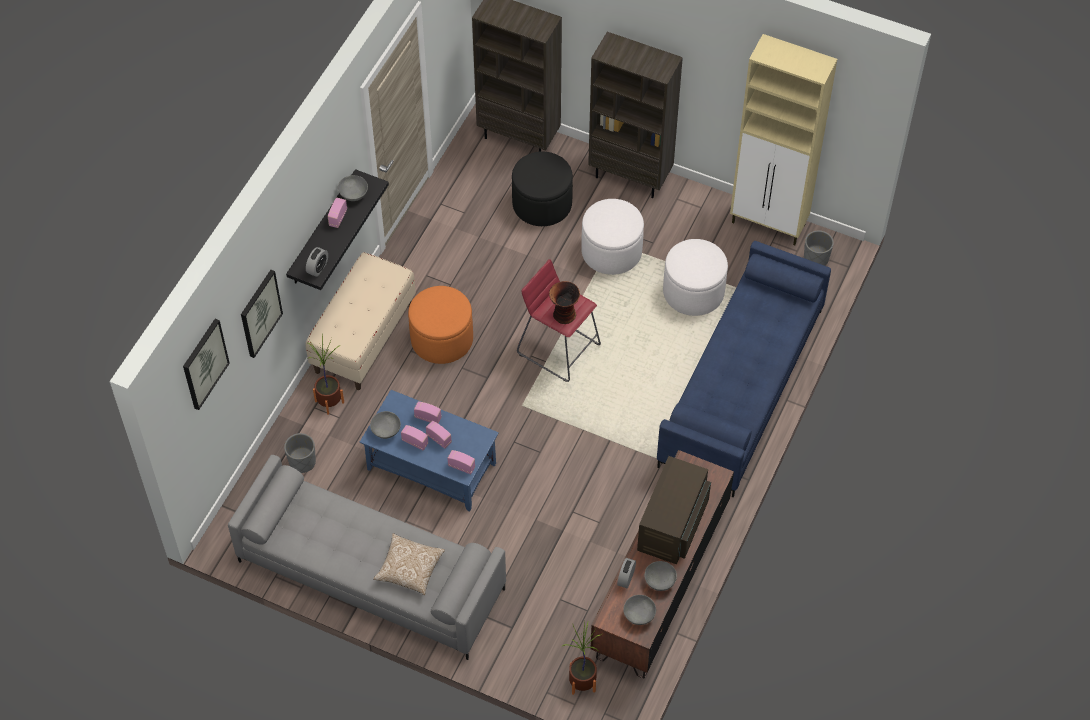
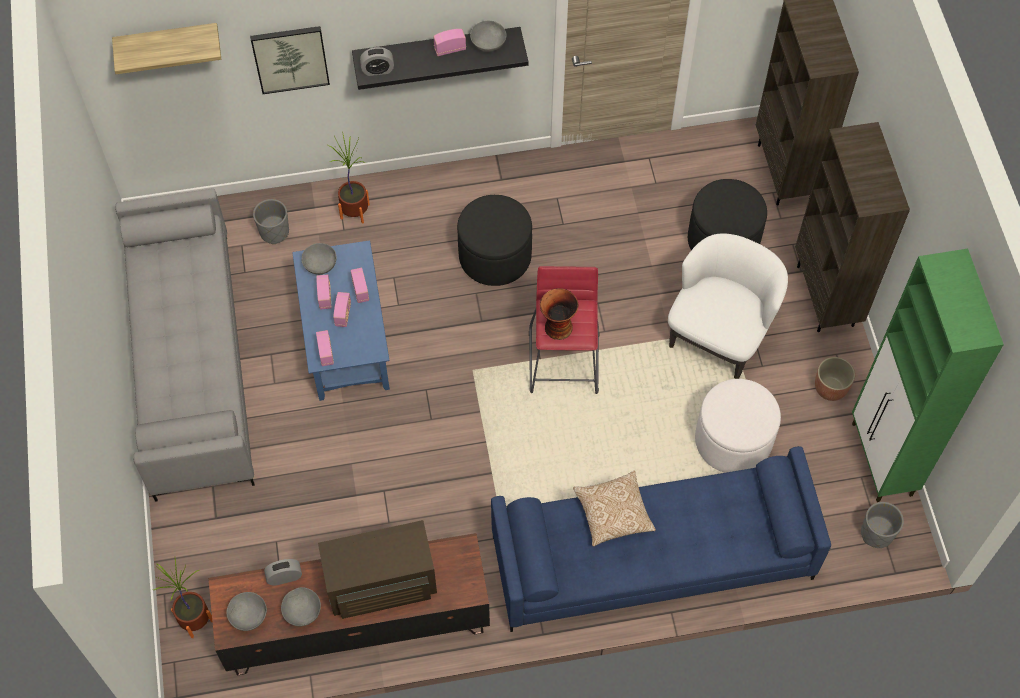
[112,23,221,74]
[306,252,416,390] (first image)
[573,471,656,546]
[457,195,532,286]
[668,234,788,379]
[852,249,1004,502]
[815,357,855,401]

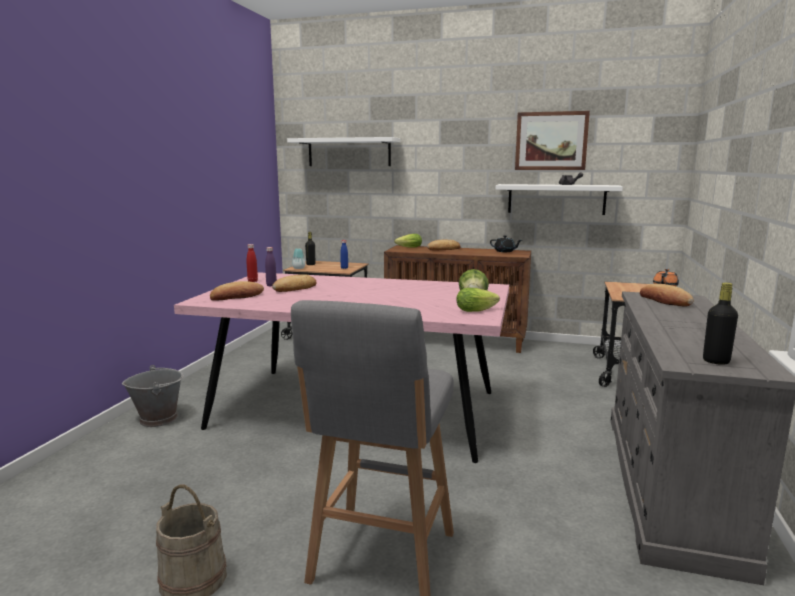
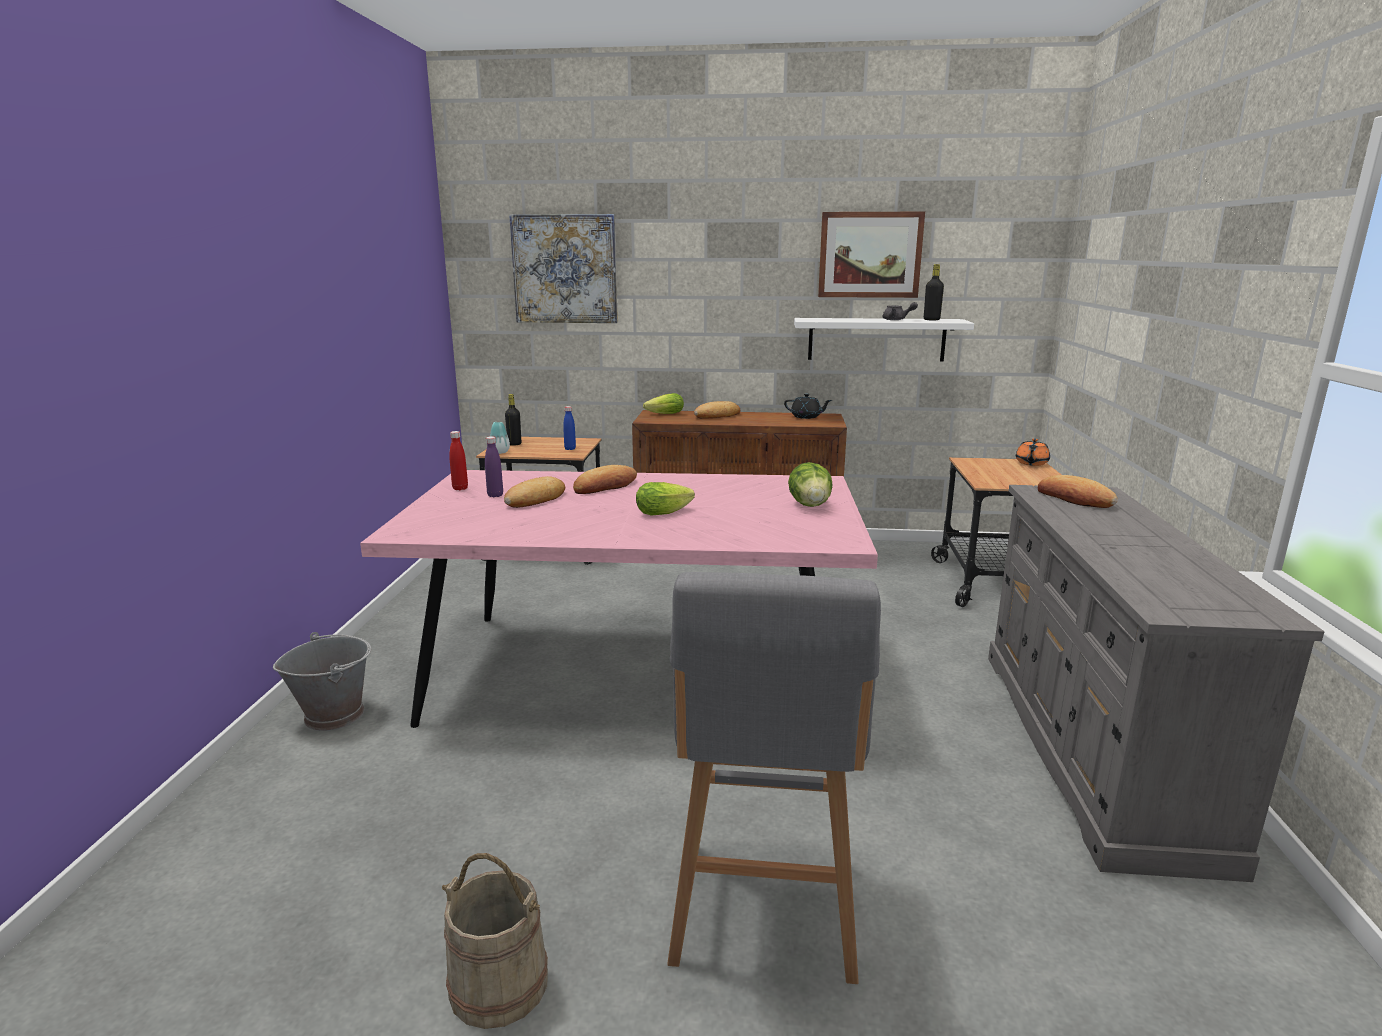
[573,465,637,494]
[509,214,618,323]
[636,482,695,516]
[924,264,944,320]

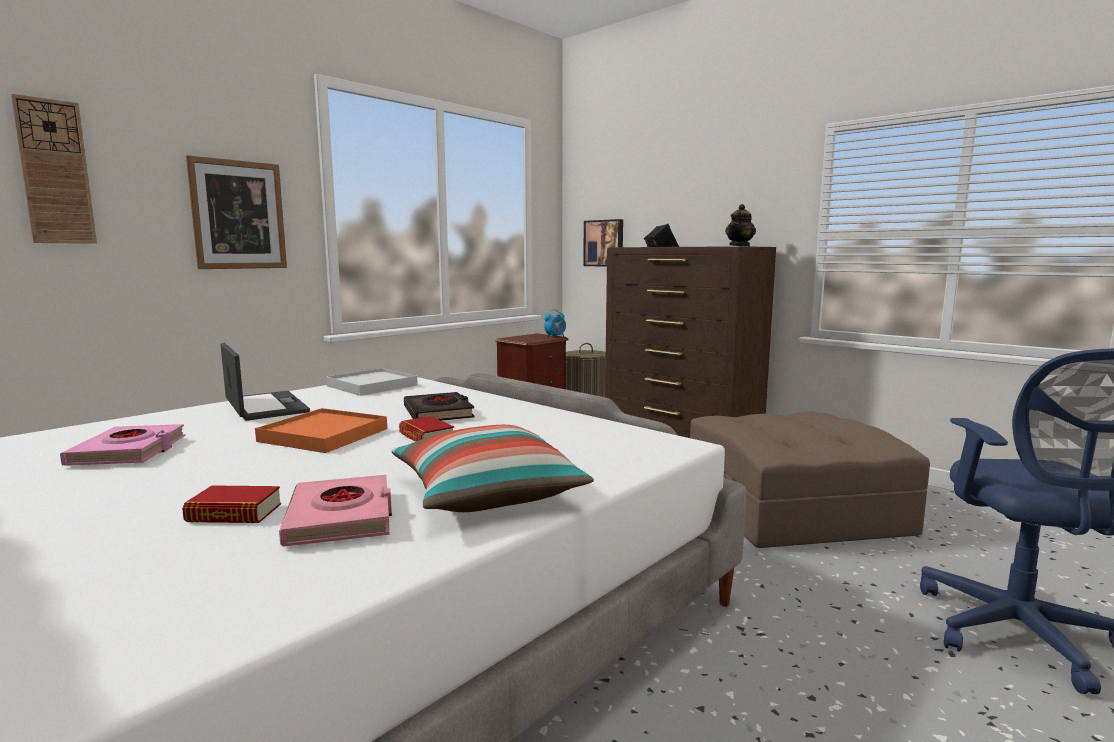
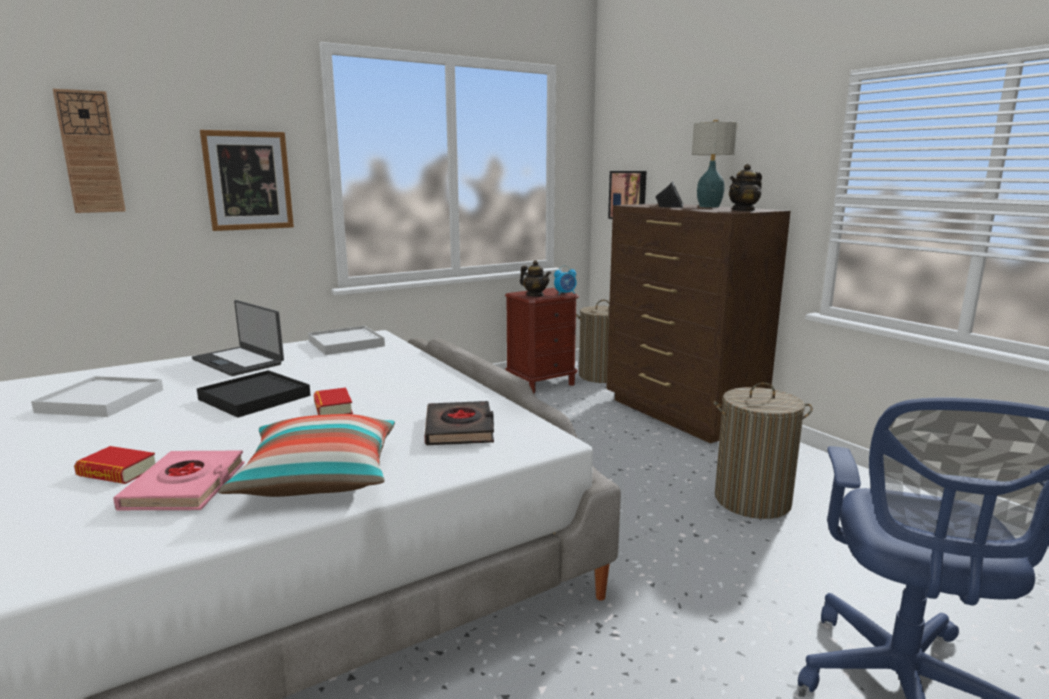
[31,376,163,417]
[192,300,284,376]
[197,370,311,418]
[425,401,494,445]
[713,382,813,519]
[520,260,551,297]
[692,120,738,208]

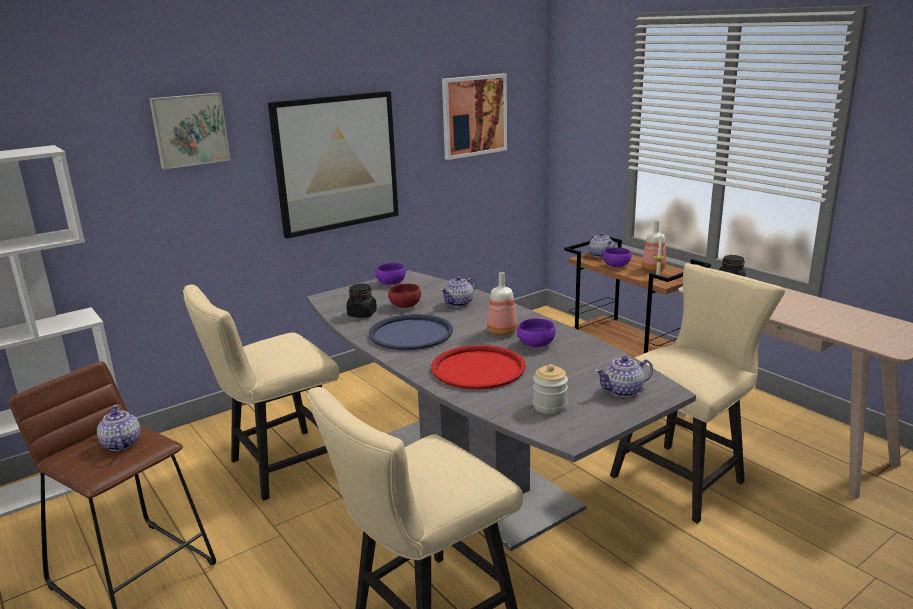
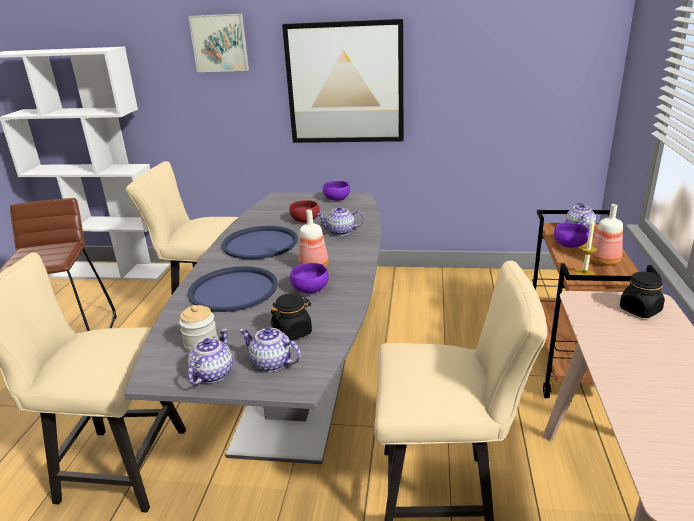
[188,329,233,385]
[270,293,312,341]
[188,266,278,312]
[442,73,507,160] (first image)

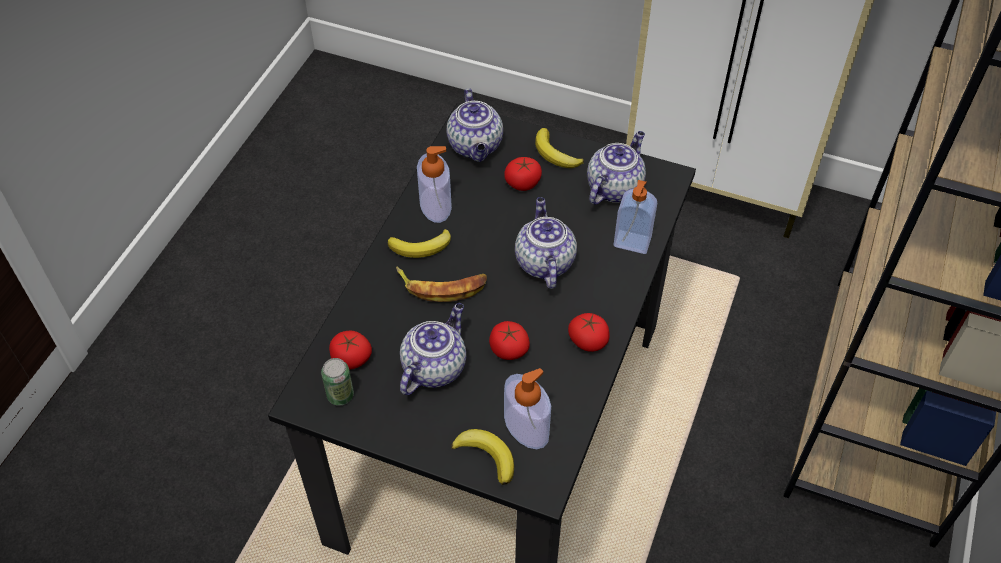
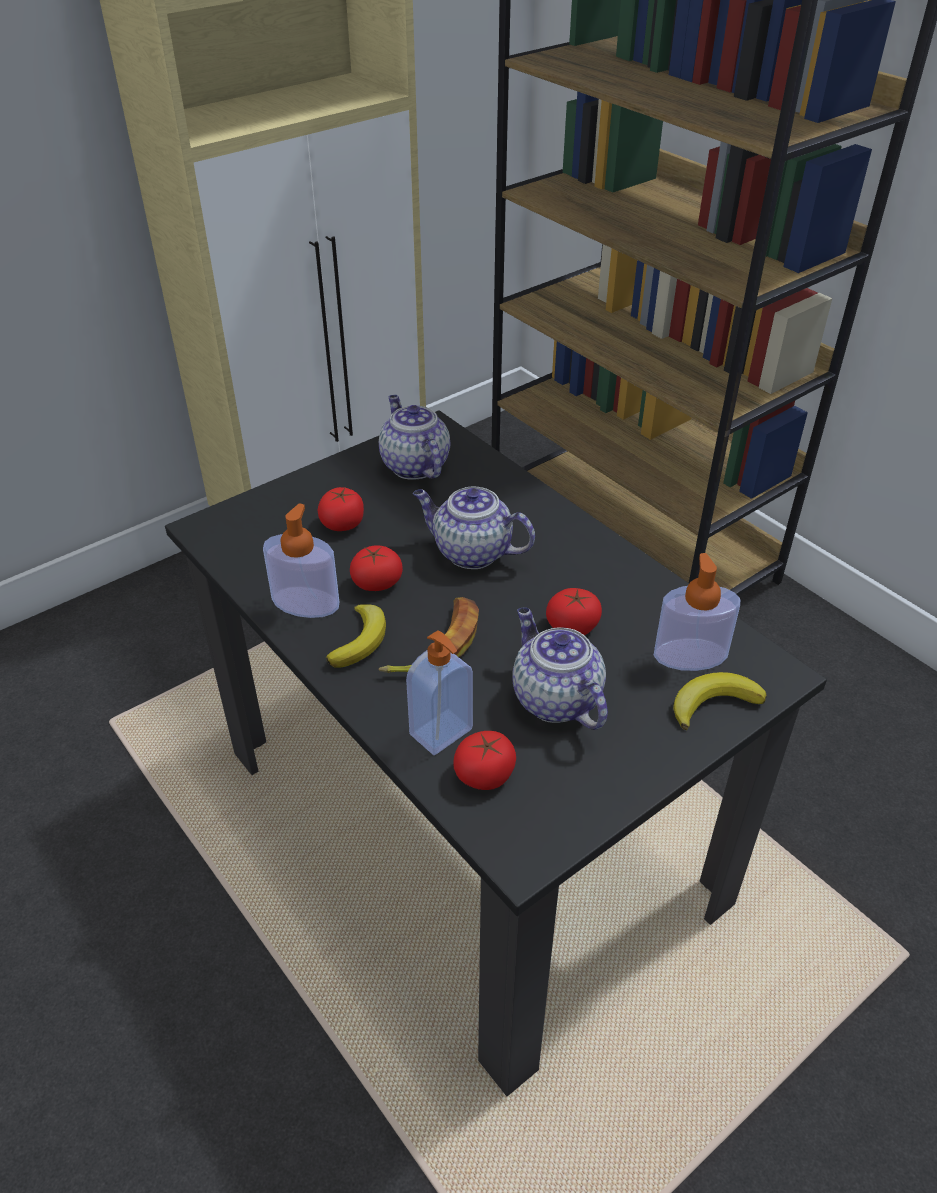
[321,358,354,406] (first image)
[447,88,503,162] (first image)
[535,128,584,168] (first image)
[350,545,403,591]
[406,630,473,755]

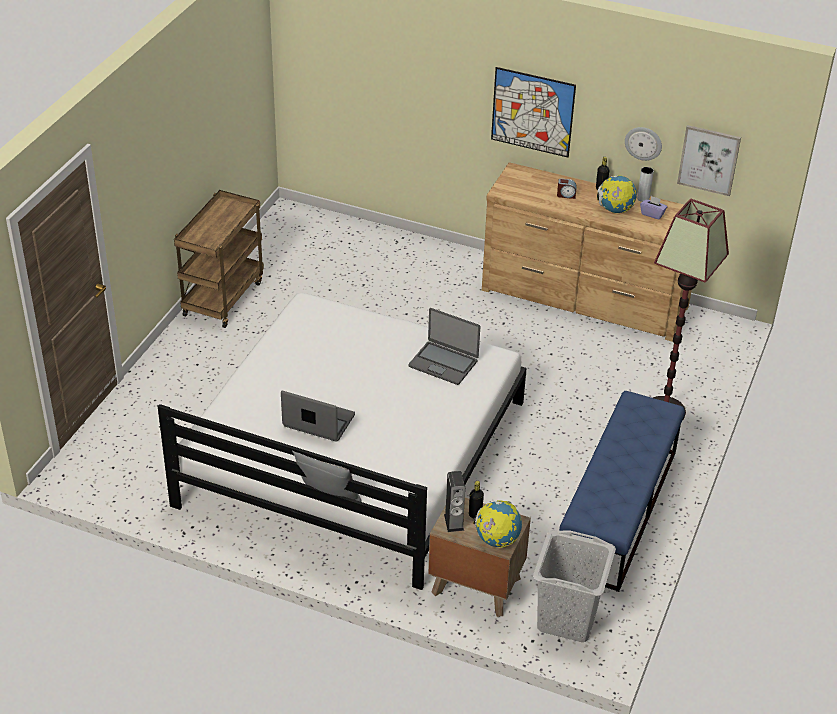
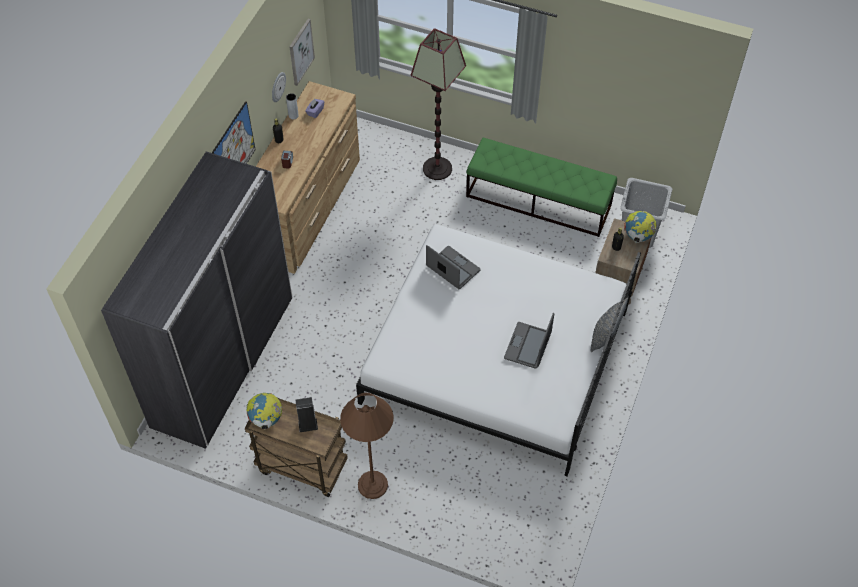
[426,245,481,289]
[295,397,318,432]
[466,138,617,237]
[246,393,282,429]
[101,151,293,449]
[340,393,394,499]

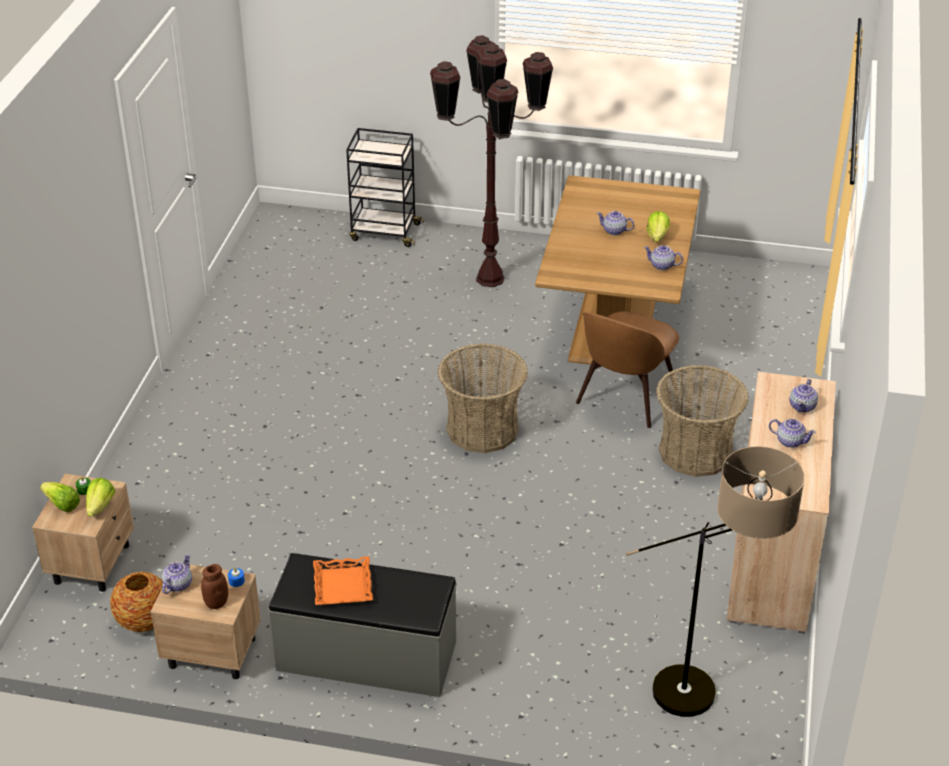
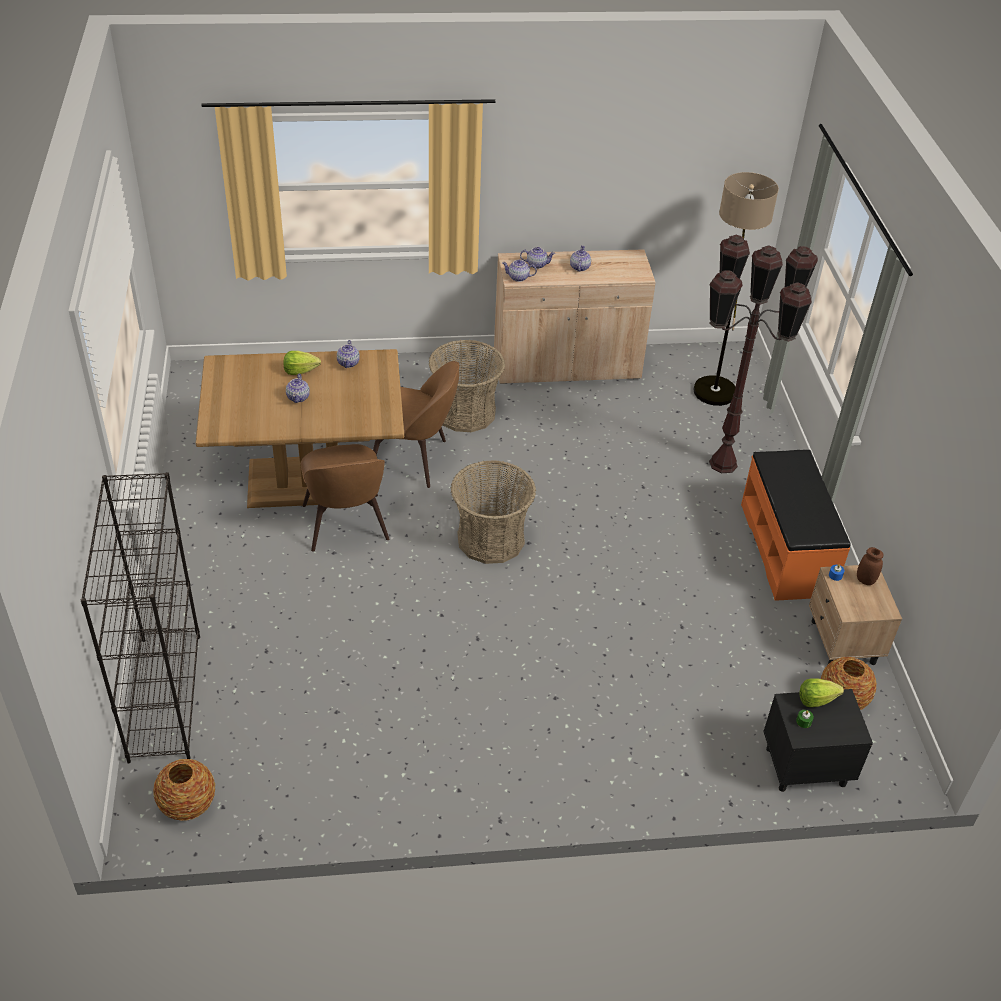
[763,689,873,792]
[40,482,80,512] (first image)
[502,259,537,282]
[741,449,851,601]
[313,556,373,605] (first image)
[81,472,200,764]
[709,235,818,473]
[153,759,215,821]
[301,444,389,551]

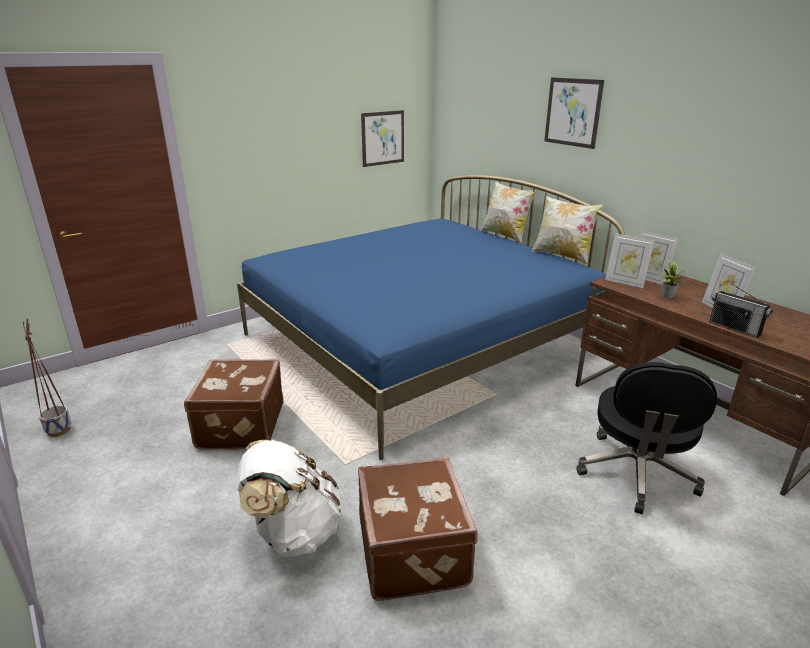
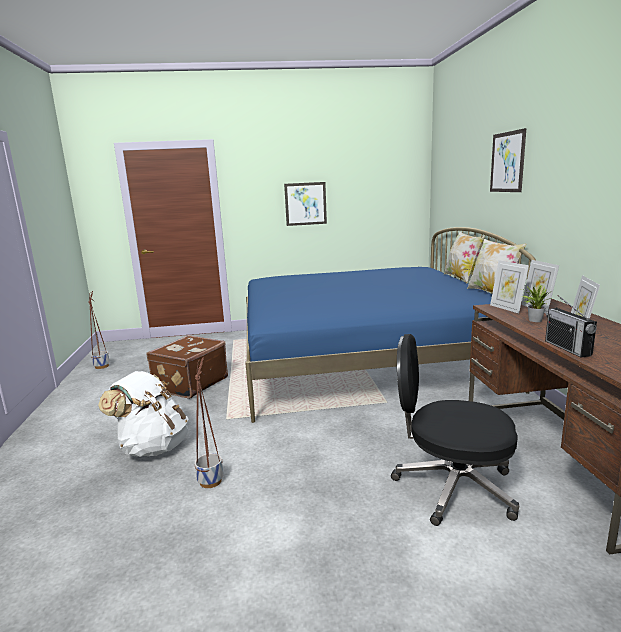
[195,357,223,488]
[284,182,327,226]
[391,334,519,526]

